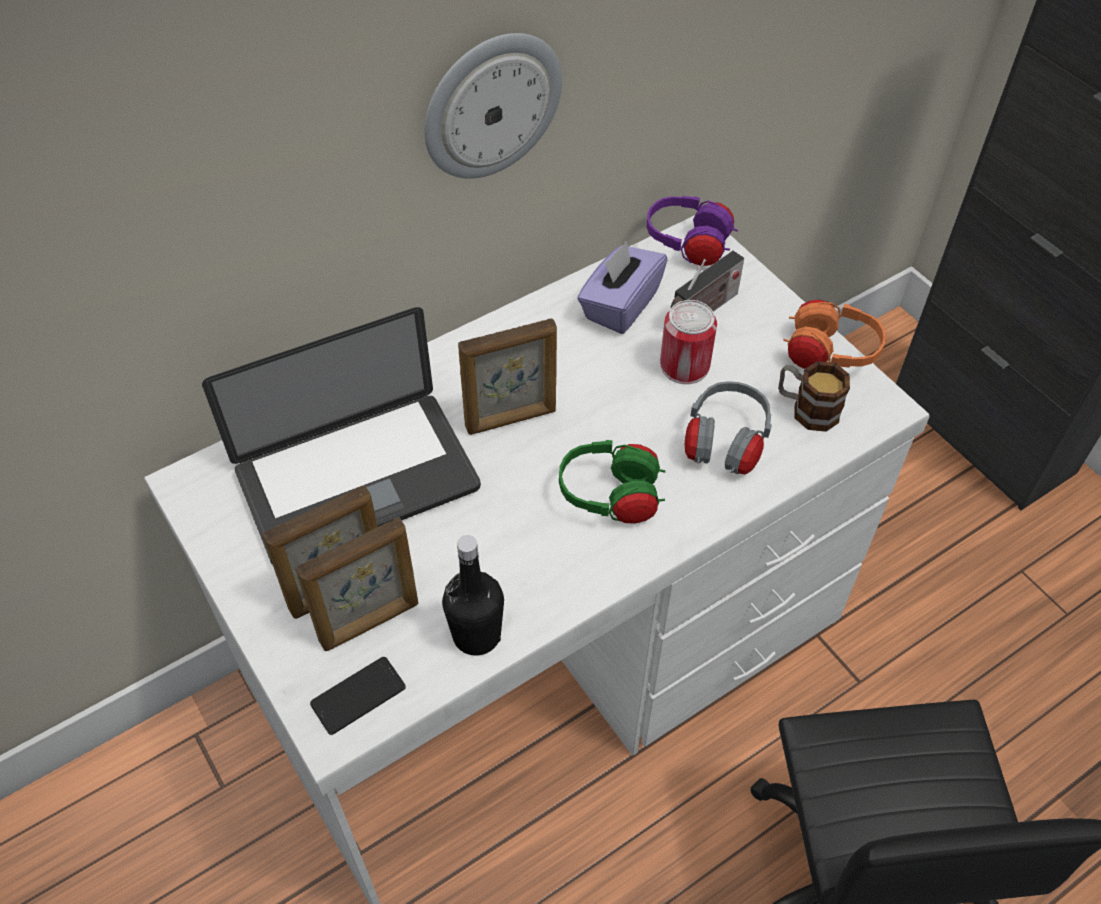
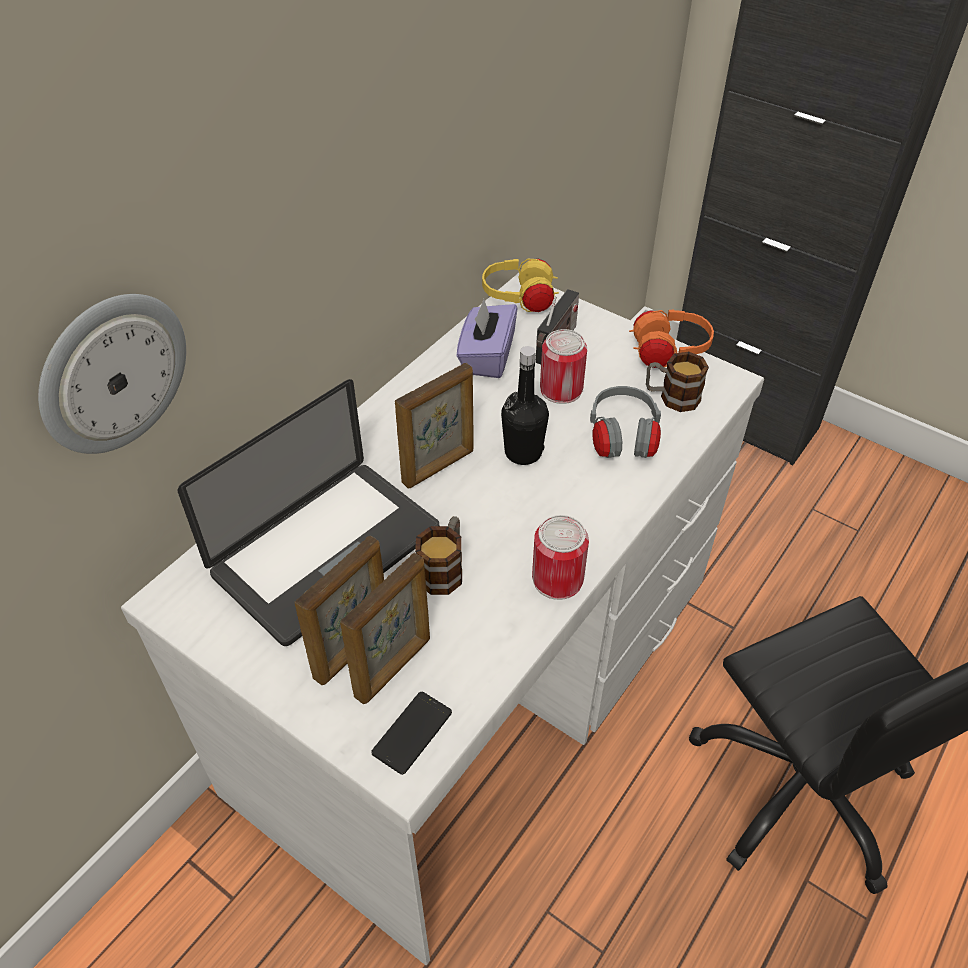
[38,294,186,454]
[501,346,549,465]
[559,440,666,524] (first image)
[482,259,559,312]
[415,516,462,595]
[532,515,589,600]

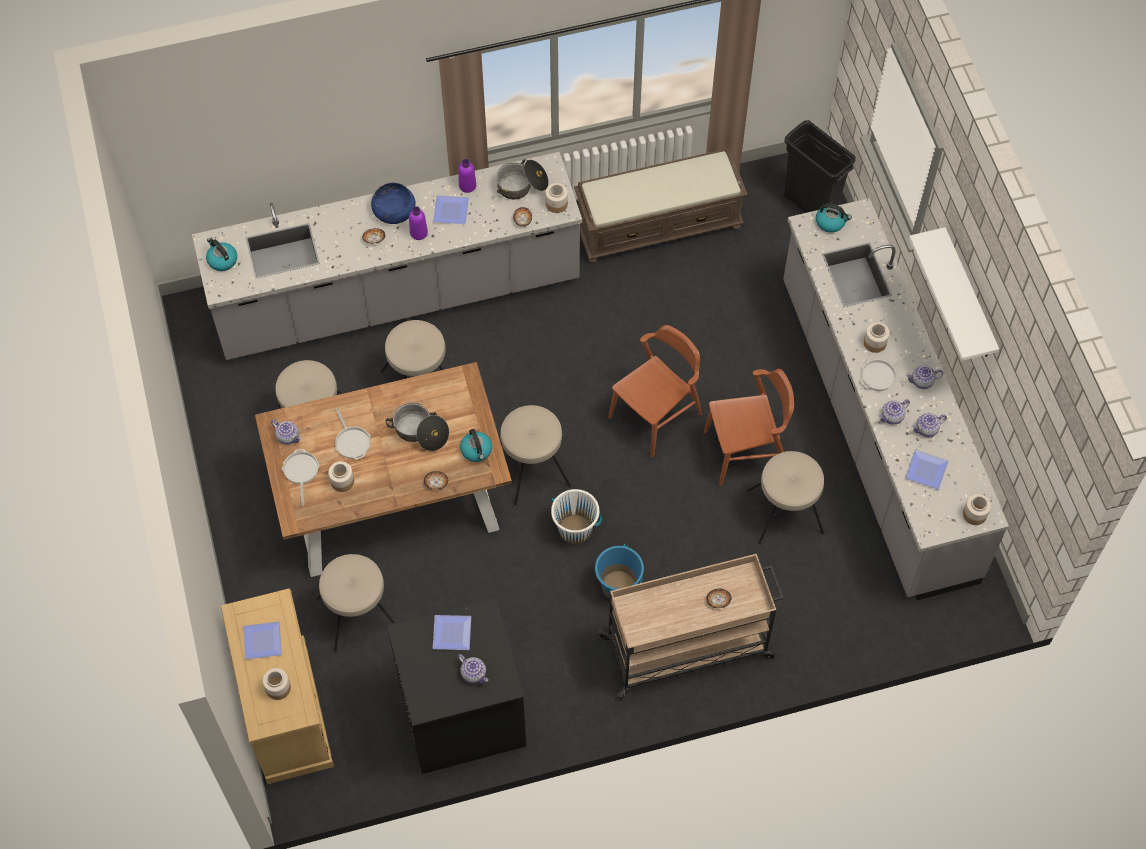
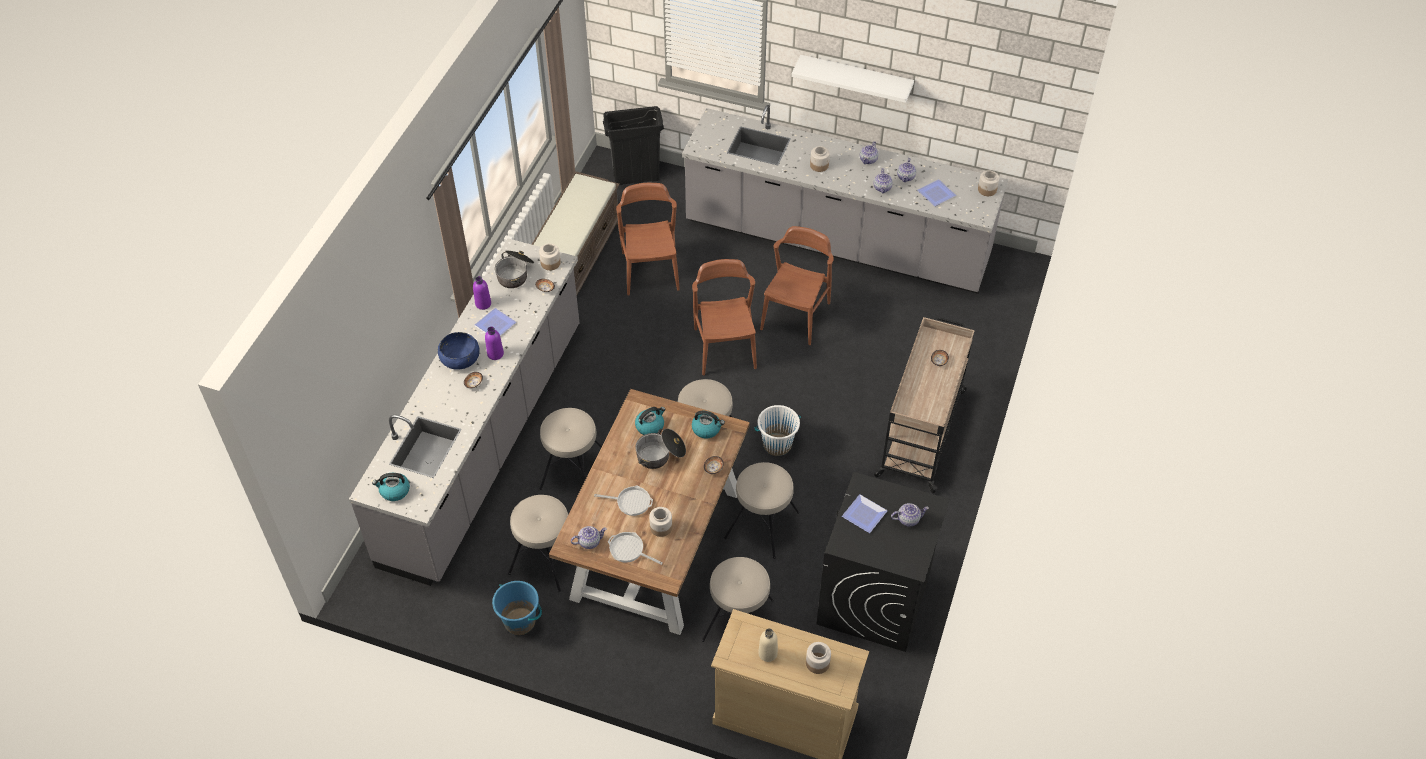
[758,628,778,662]
[492,581,542,635]
[724,462,800,559]
[635,407,666,435]
[861,353,912,391] (first image)
[616,183,680,295]

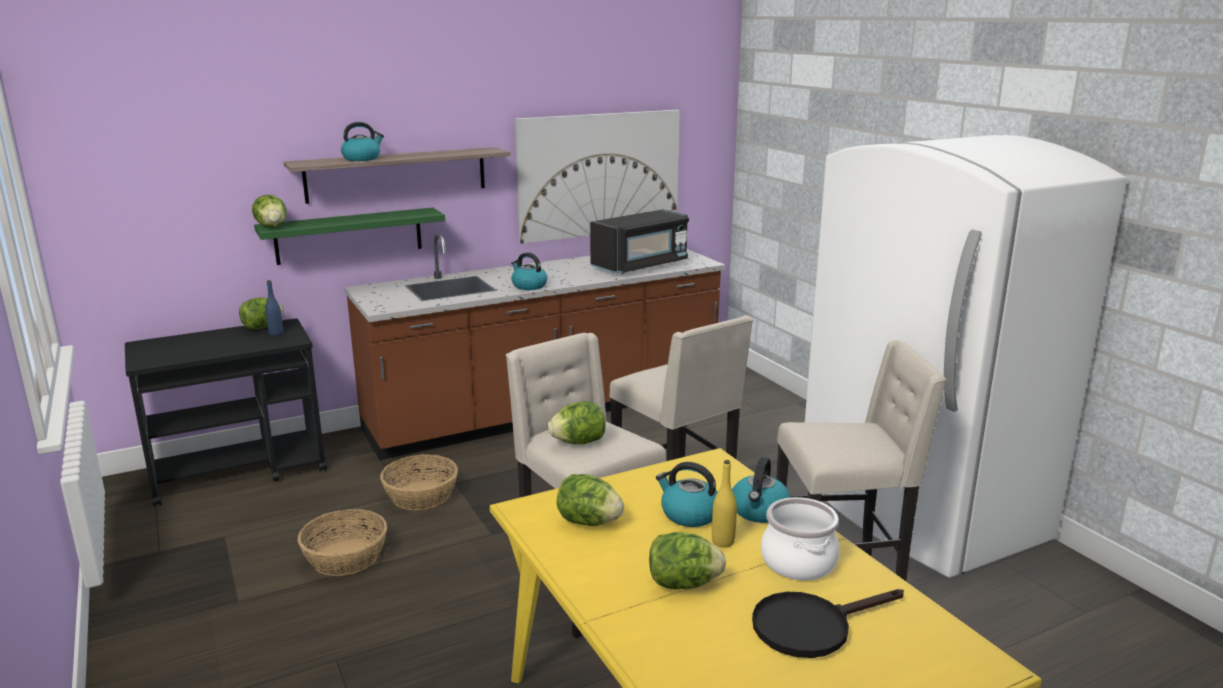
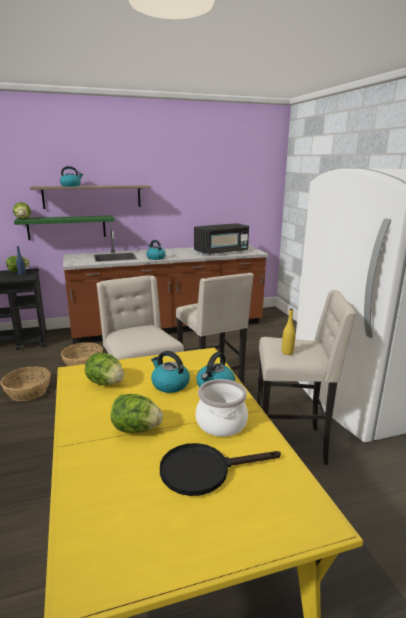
[515,110,680,244] (first image)
[548,401,606,444] (first image)
[282,308,295,355]

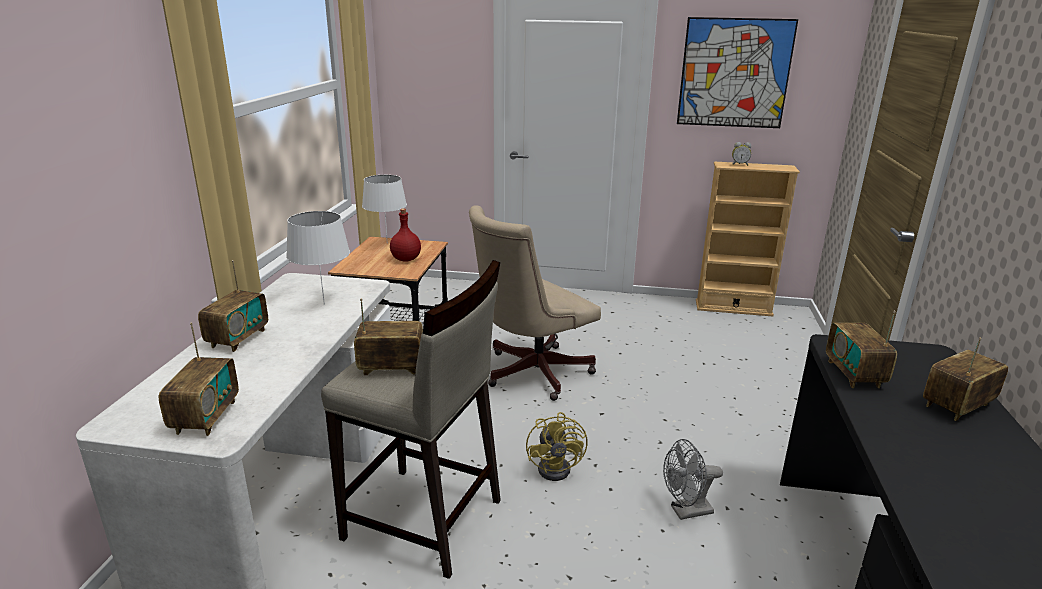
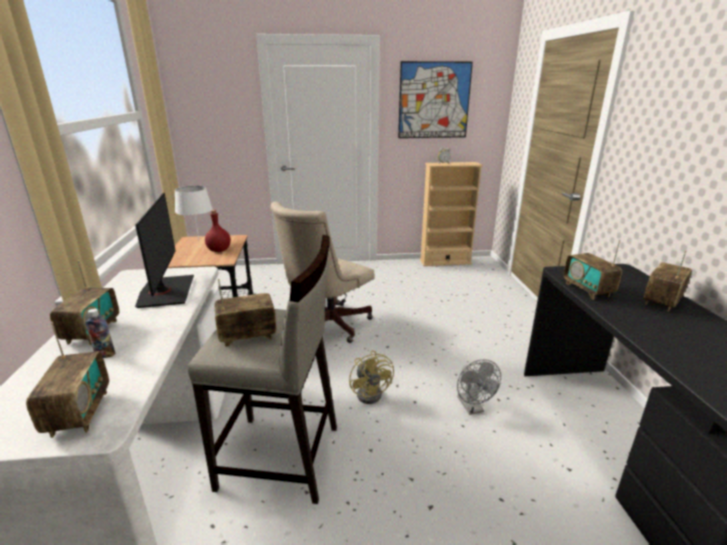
[135,193,194,308]
[457,359,501,415]
[86,309,115,358]

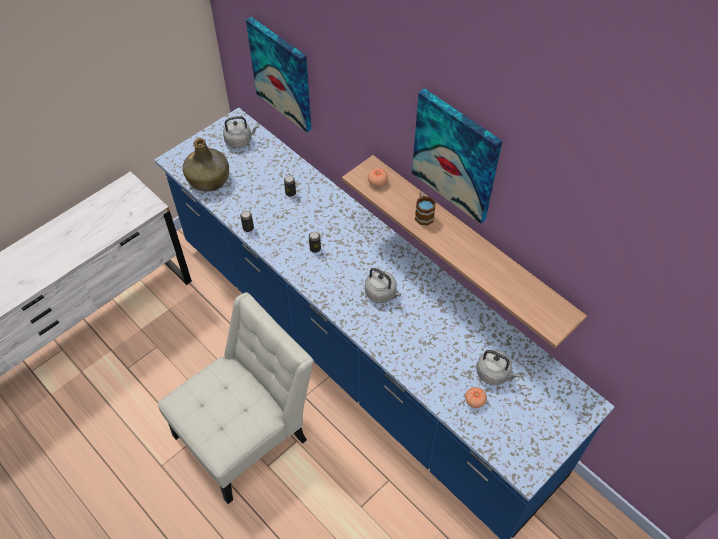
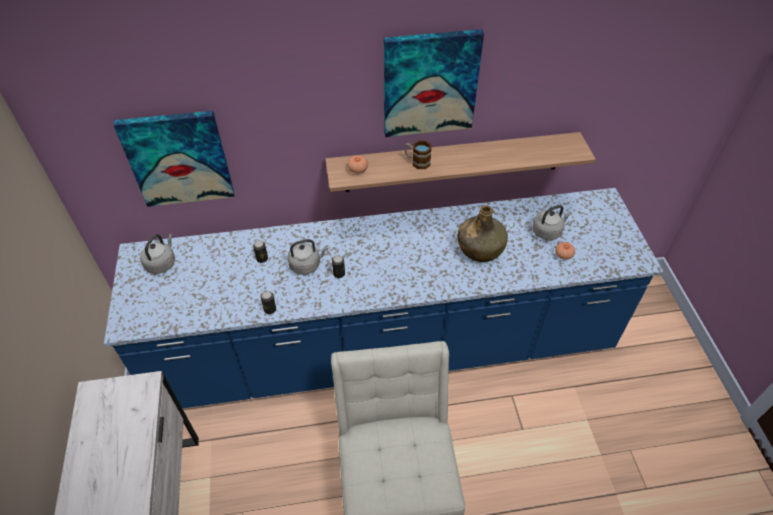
[458,205,508,262]
[288,239,328,275]

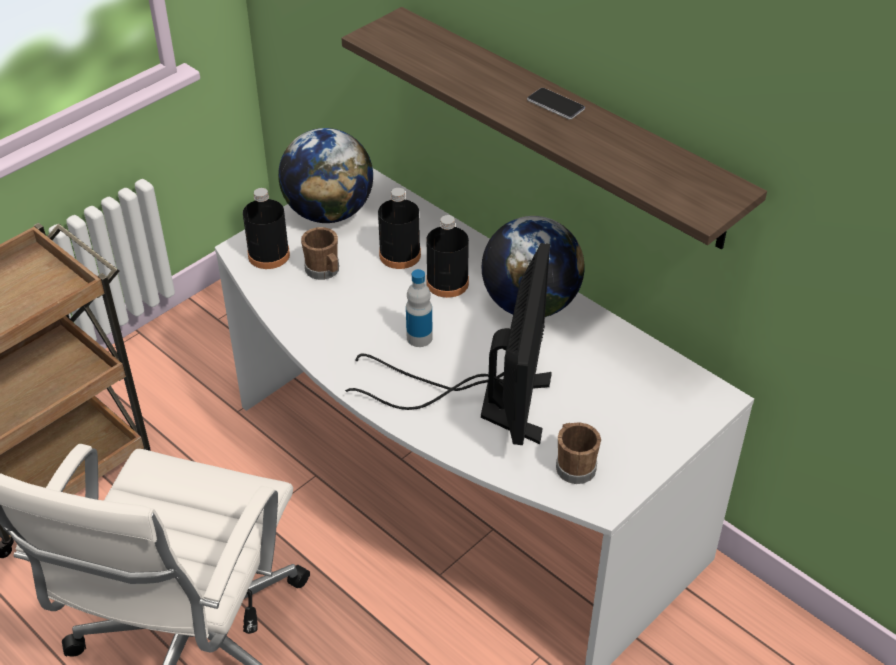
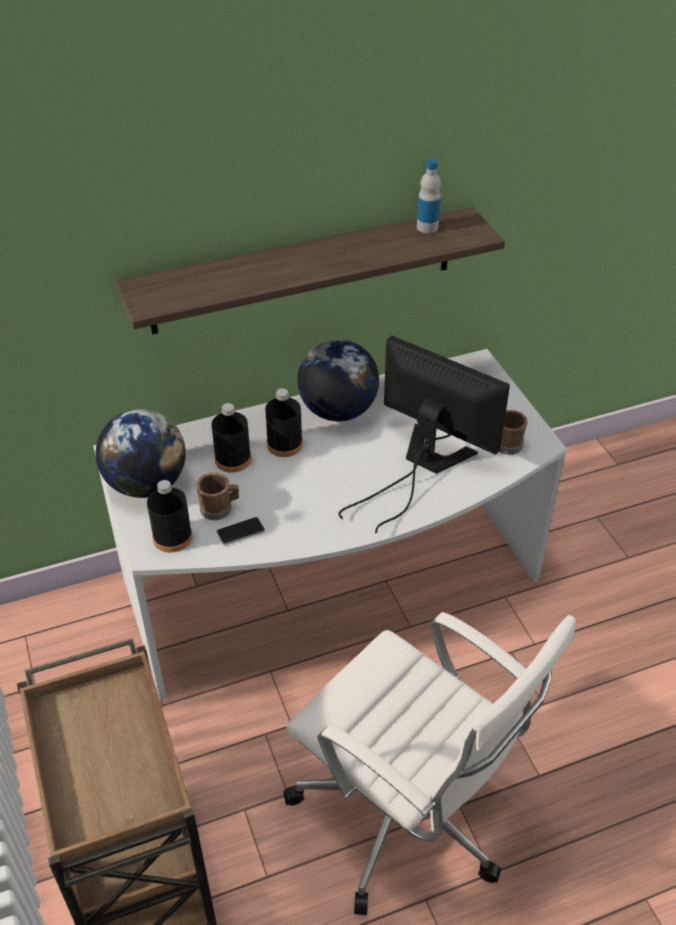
[417,159,441,233]
[217,517,265,545]

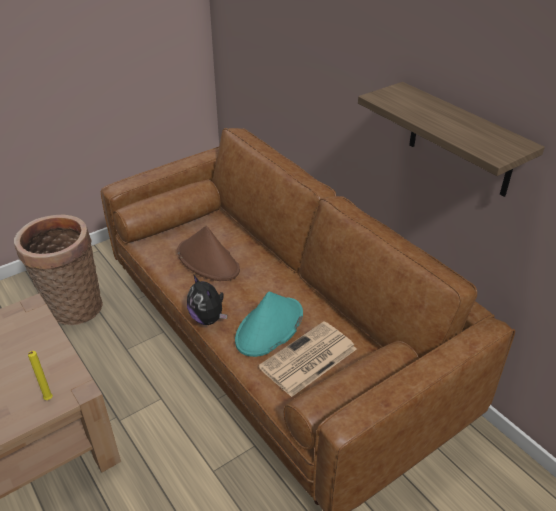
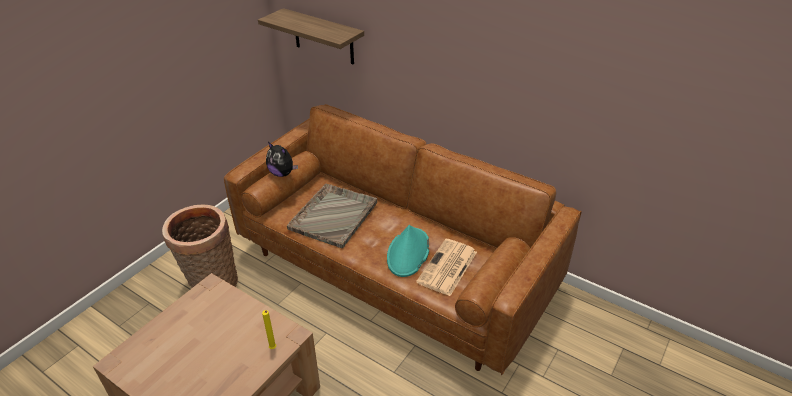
[287,183,377,248]
[266,142,298,177]
[258,8,364,65]

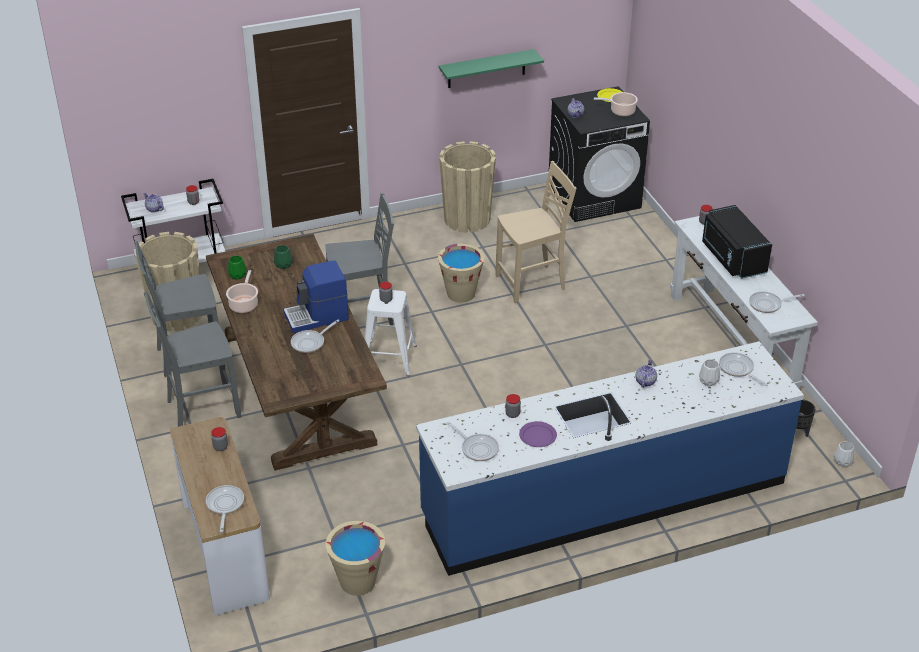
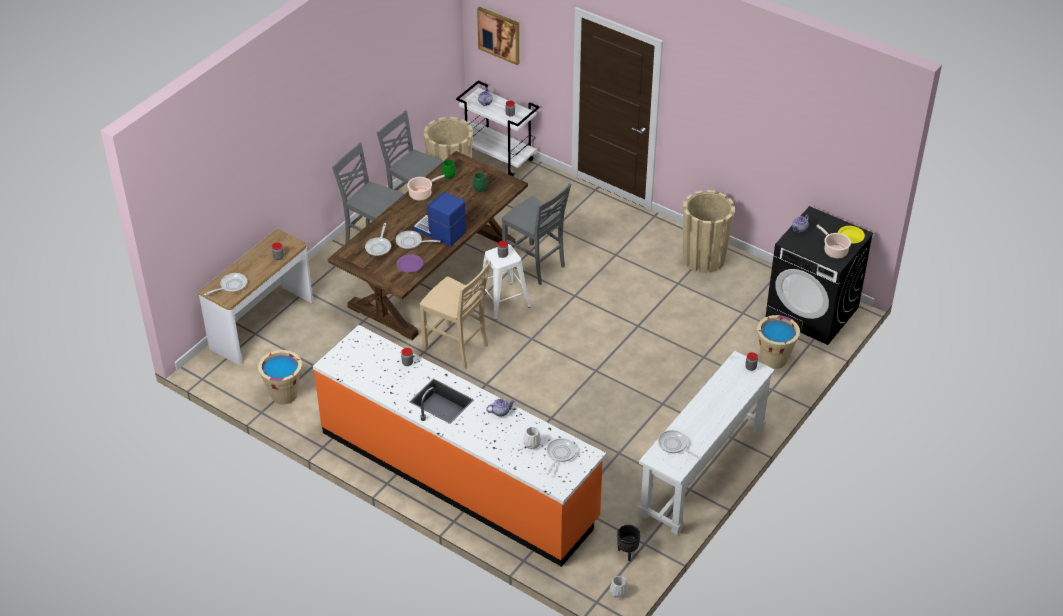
[313,325,606,567]
[757,315,800,369]
[439,49,544,88] (first image)
[365,223,391,256]
[420,261,491,369]
[397,254,424,273]
[702,205,772,279] (first image)
[477,7,519,65]

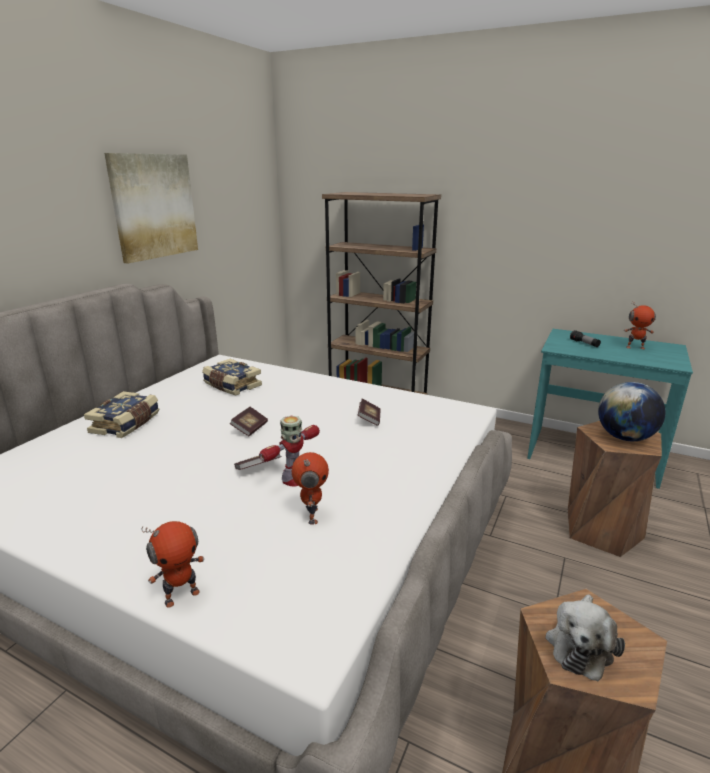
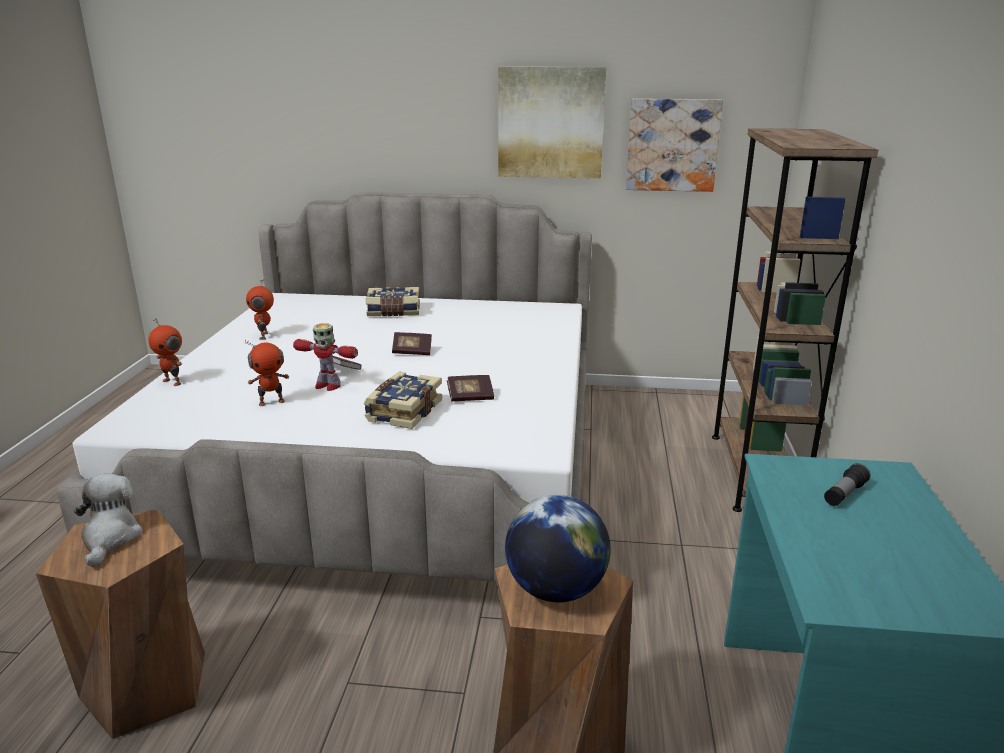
[364,371,442,429]
[74,474,143,567]
[246,279,274,340]
[626,99,723,192]

